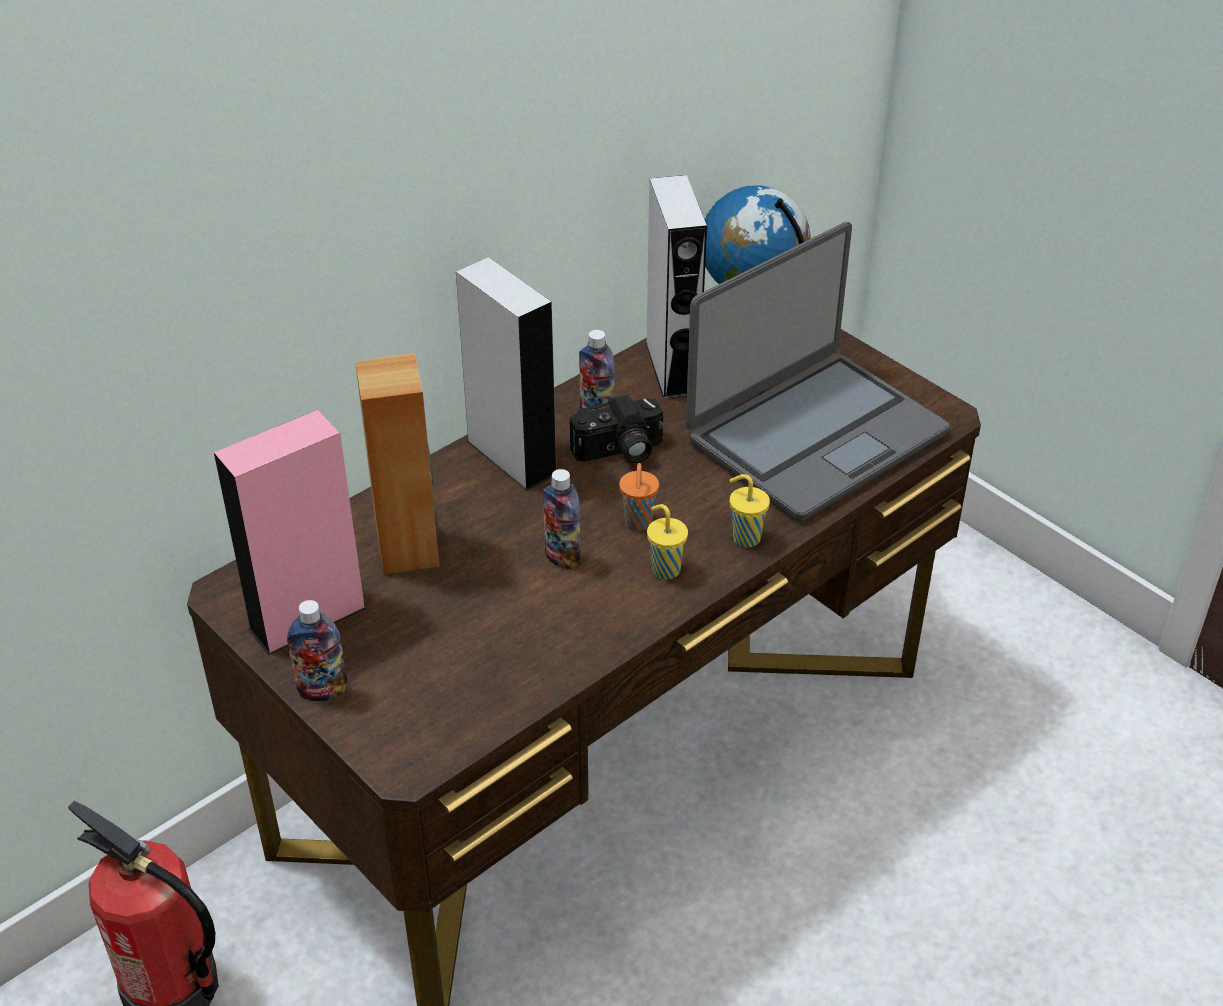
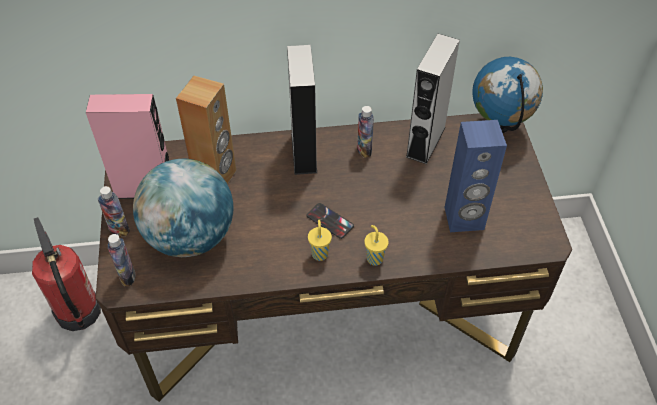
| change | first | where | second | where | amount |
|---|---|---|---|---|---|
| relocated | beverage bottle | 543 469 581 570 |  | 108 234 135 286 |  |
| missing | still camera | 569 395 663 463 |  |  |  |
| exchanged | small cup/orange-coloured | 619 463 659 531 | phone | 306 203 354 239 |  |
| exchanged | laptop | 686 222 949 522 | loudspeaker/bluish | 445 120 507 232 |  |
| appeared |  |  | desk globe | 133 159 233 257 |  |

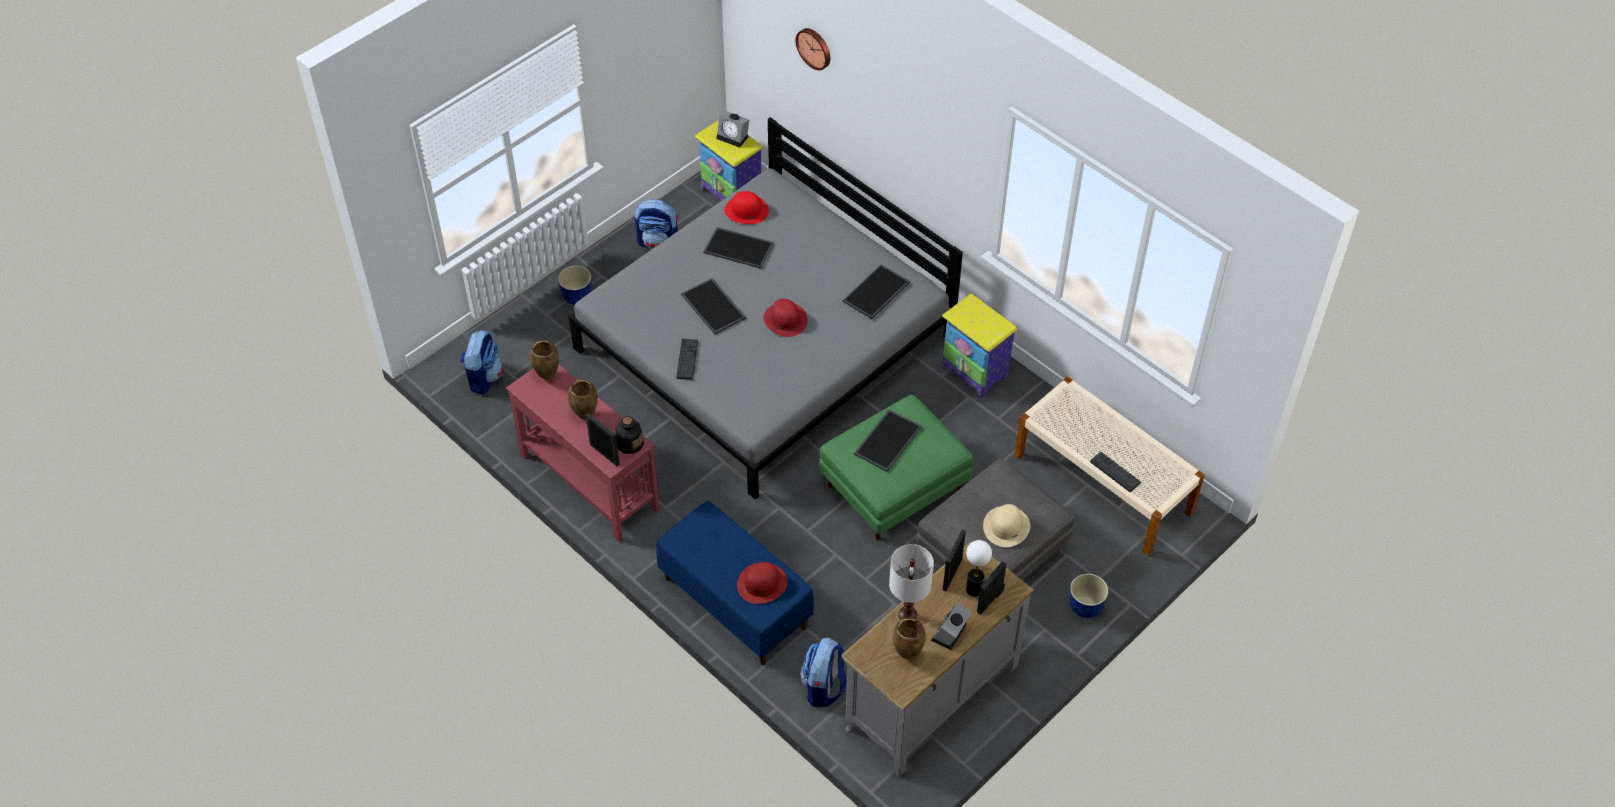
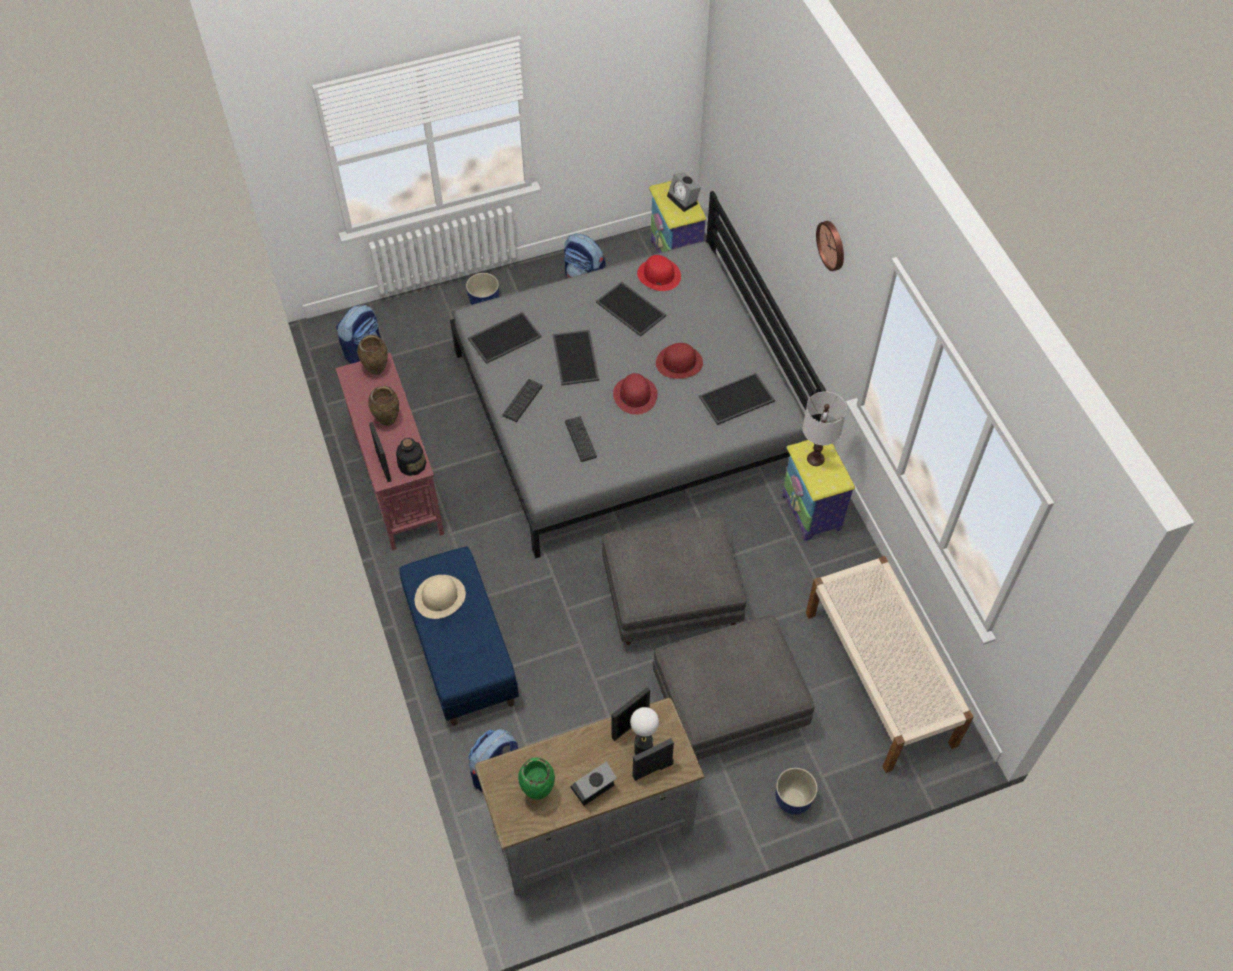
| change | first | where | second | where | amount |
|---|---|---|---|---|---|
| relocated | wearable hat/red | 737 562 788 604 |  | 656 343 703 379 |  |
| relocated | clock on the wall | 795 28 830 70 |  | 816 221 844 271 |  |
| colour | footrest/green | 819 395 973 540 | footrest/grey | 602 515 746 645 |  |
| relocated | serving tray | 854 409 922 472 |  | 468 312 542 364 |  |
| relocated | lamp for a table/white | 889 544 934 620 |  | 803 391 847 466 |  |
| colour | decorative vase/brown-coloured | 893 617 926 659 | decorative vase/green | 518 757 555 800 |  |
| relocated | wearable hat/beige | 983 504 1030 547 |  | 415 575 466 619 |  |
| relocated | computer keyboard | 1090 452 1141 492 |  | 565 416 597 462 |  |

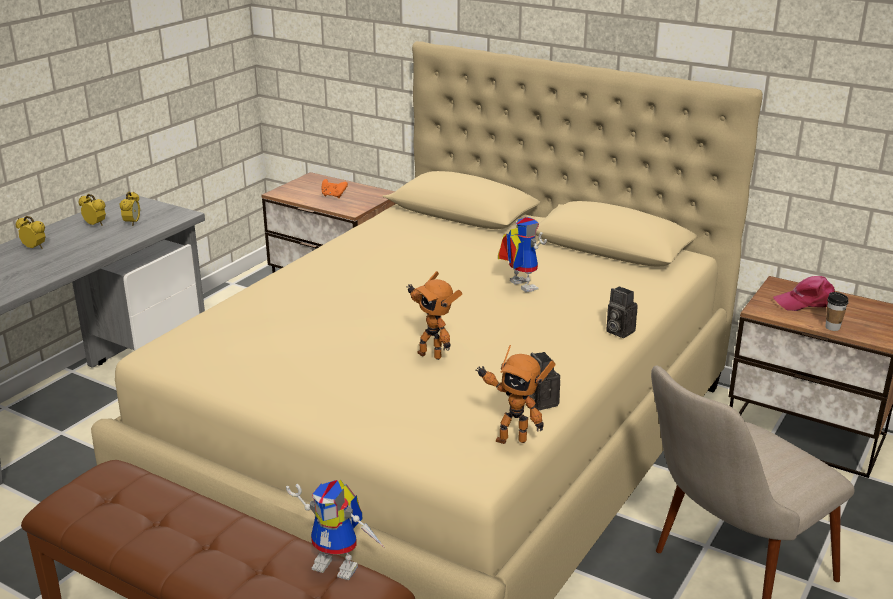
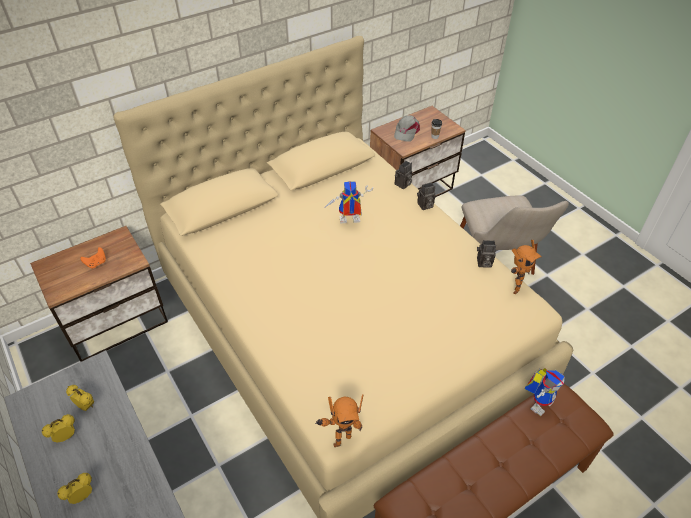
| change | first | where | second | where | amount |
|---|---|---|---|---|---|
| relocated | model robot | 407 271 462 360 |  | 315 394 364 447 |  |
| colour | baseball cap/pinkish | 773 276 835 311 | baseball cap/grey | 394 115 420 142 |  |
| appeared |  |  | still camera | 395 161 412 189 |  |

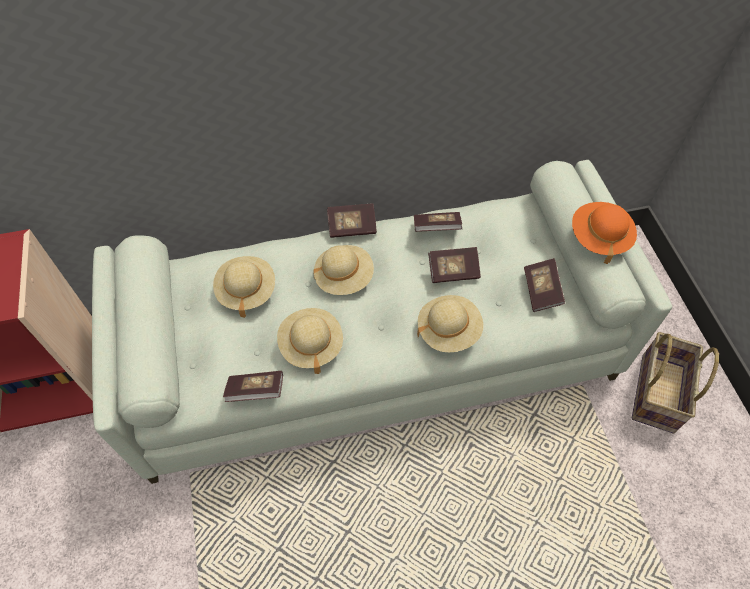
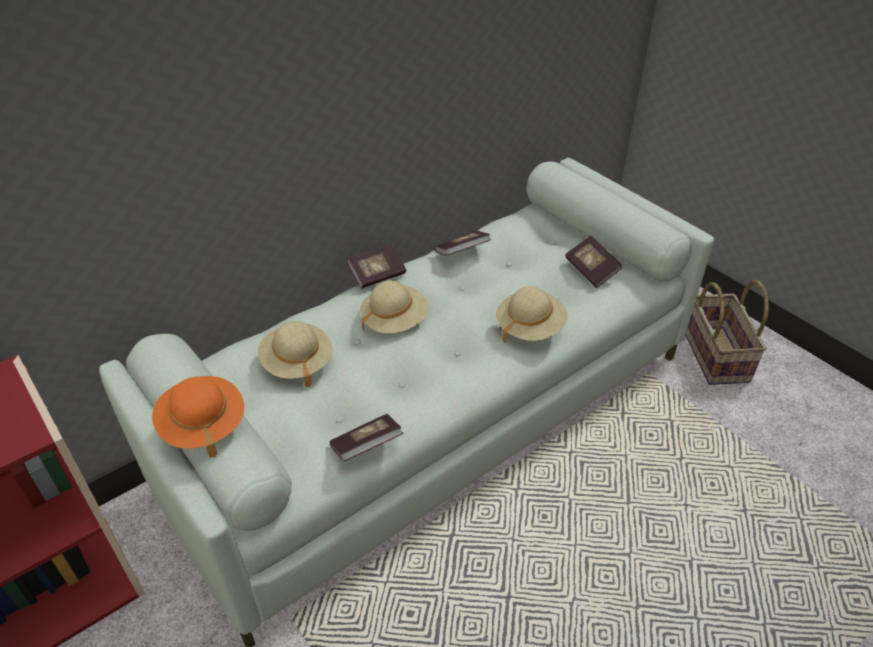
| change | first | where | second | where | amount |
|---|---|---|---|---|---|
| missing | wearable hat/beige | 277 308 343 374 |  |  |  |
| missing | book | 428 247 481 283 |  |  |  |
| relocated | wearable hat/orange-coloured | 572 202 637 264 |  | 152 376 244 457 |  |

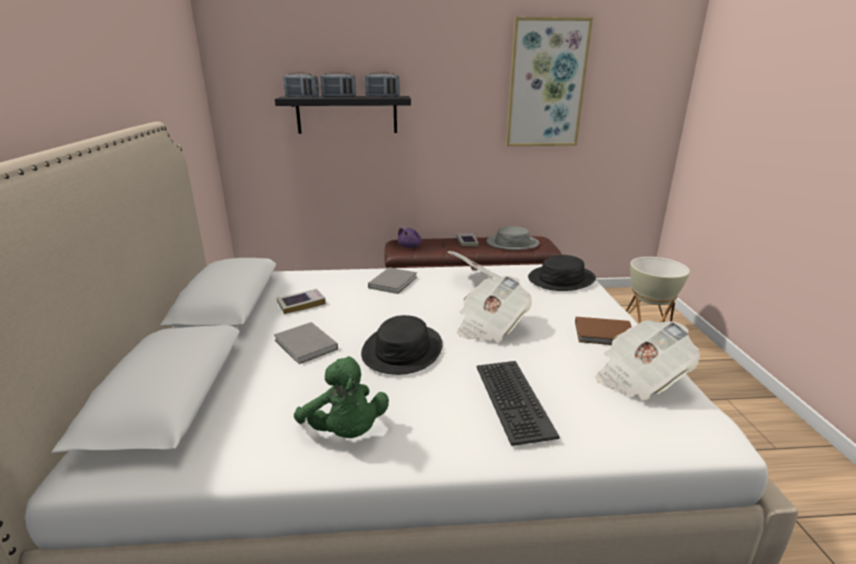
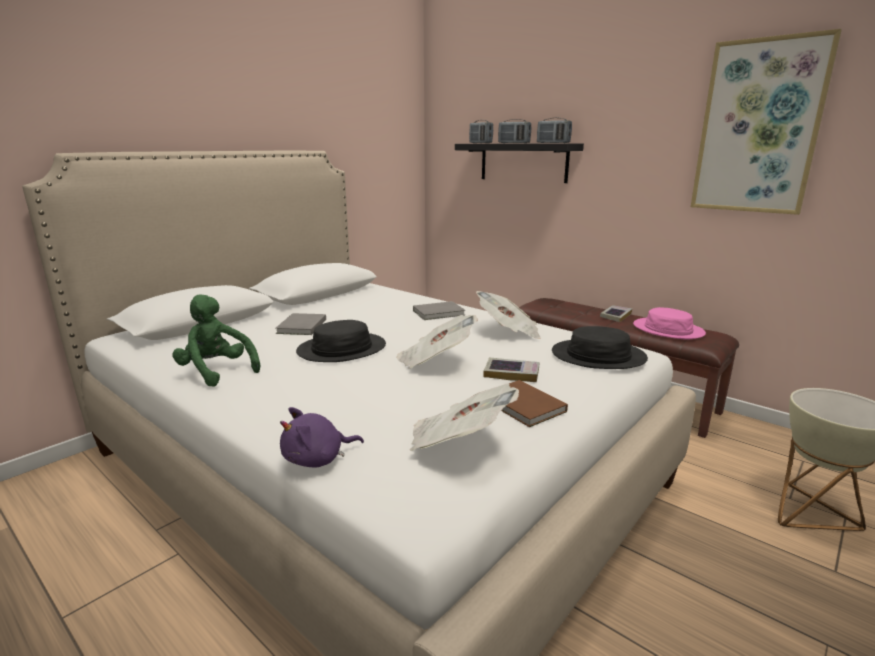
| change | first | where | second | where | amount |
|---|---|---|---|---|---|
| relocated | book | 277 289 326 314 |  | 483 357 539 382 |  |
| spun | soft toy/green | 294 356 389 438 |  | 172 294 260 387 | 120 degrees clockwise |
| relocated | soft toy/purplish | 398 228 422 248 |  | 280 407 364 467 |  |
| missing | computer keyboard | 477 361 560 446 |  |  |  |
| colour | wearable hat/grey | 486 226 539 250 | wearable hat/pinkish | 633 307 706 339 |  |

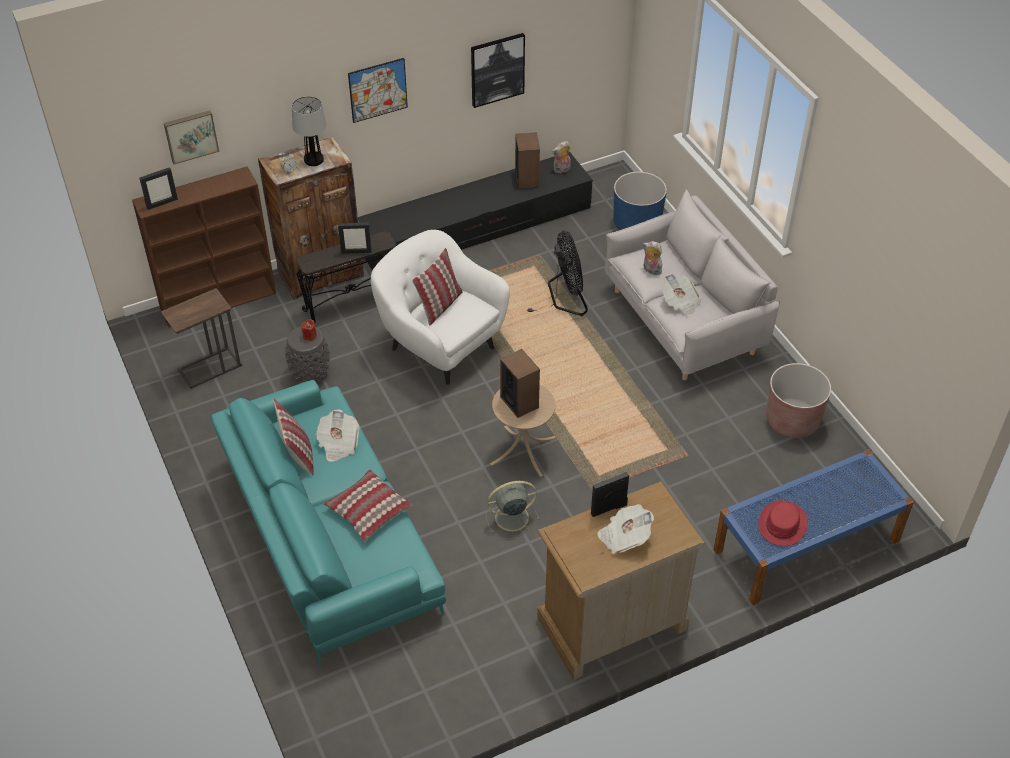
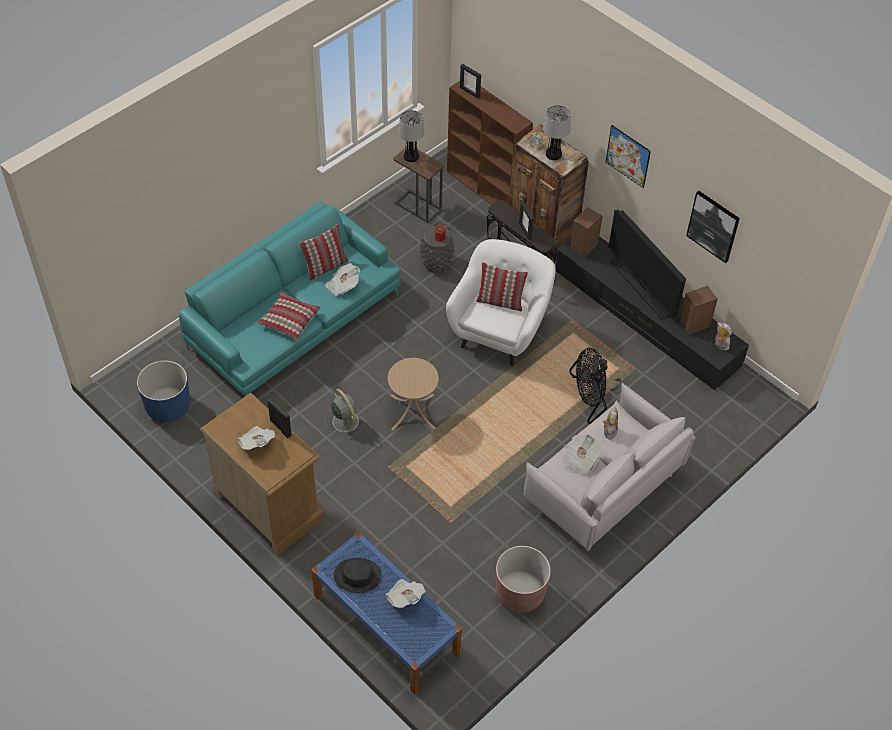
| change | first | where | second | where | amount |
|---|---|---|---|---|---|
| missing | picture | 164 111 219 164 |  |  |  |
| relocated | loudspeaker | 500 349 540 418 |  | 569 207 602 258 |  |
| spun | fan/blackish | 526 231 588 317 |  | 569 348 622 425 | 105 degrees clockwise |
| relocated | plant pot/bluish | 614 172 667 230 |  | 137 361 190 422 |  |
| colour | wearable hat/red | 758 500 808 546 | wearable hat/blackish | 334 558 382 593 |  |
| appeared |  |  | newspaper | 385 579 425 608 |  |
| appeared |  |  | lamp for a table | 398 110 424 162 |  |
| appeared |  |  | TV | 609 209 686 319 |  |

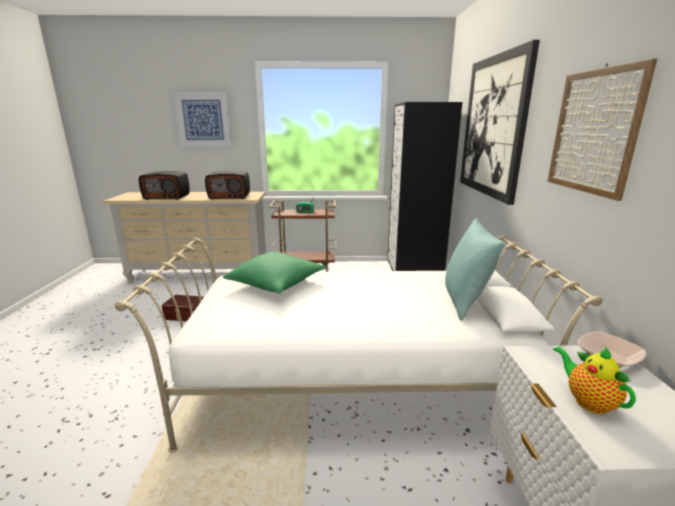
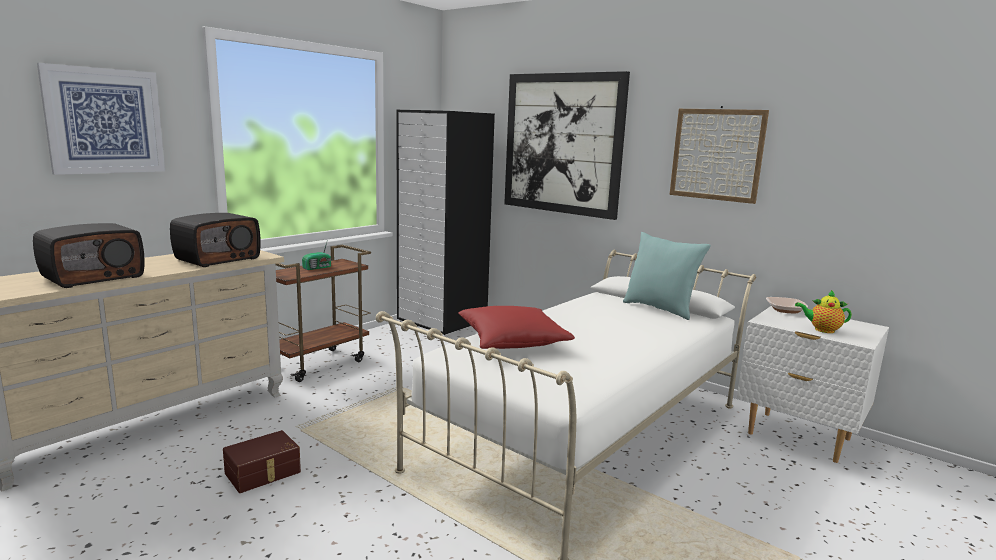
| change | first | where | second | where | amount |
|---|---|---|---|---|---|
| colour | cushion/green | 223 252 326 293 | cushion/red | 458 306 575 349 |  |

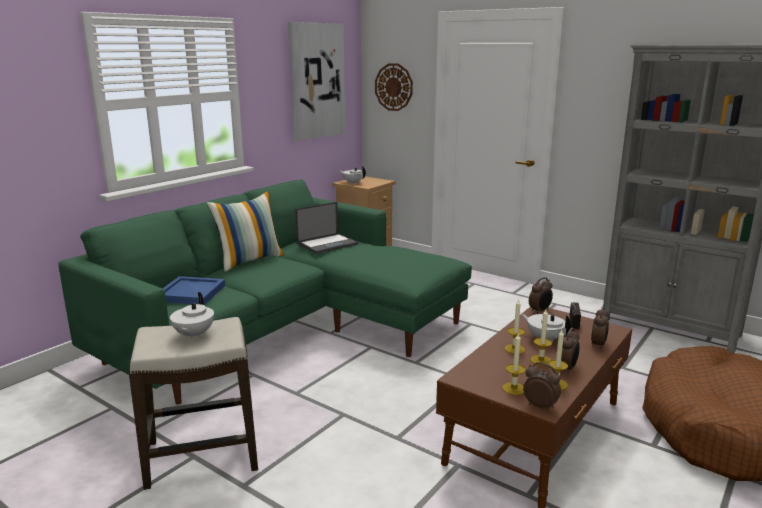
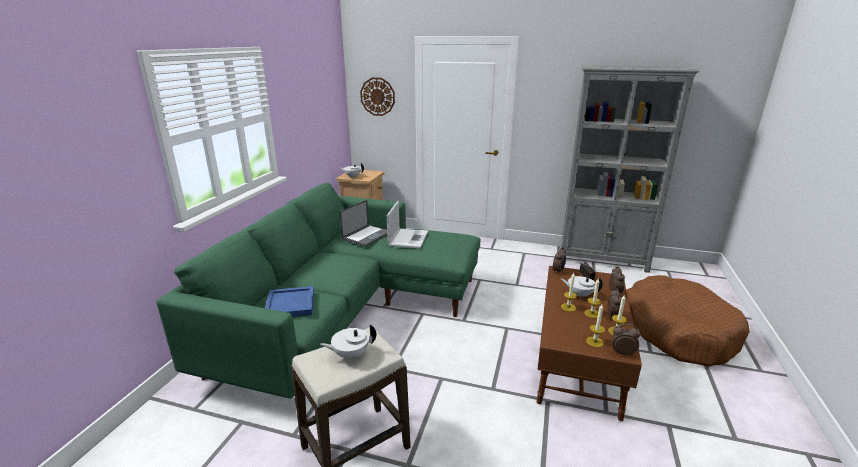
| change | first | where | second | where | amount |
|---|---|---|---|---|---|
| spun | tea pot/white | 170 292 214 340 |  | 320 324 376 361 | 90 degrees clockwise |
| missing | cushion | 207 191 284 272 |  |  |  |
| missing | picture | 288 22 346 142 |  |  |  |
| appeared |  |  | laptop | 387 201 428 249 |  |

